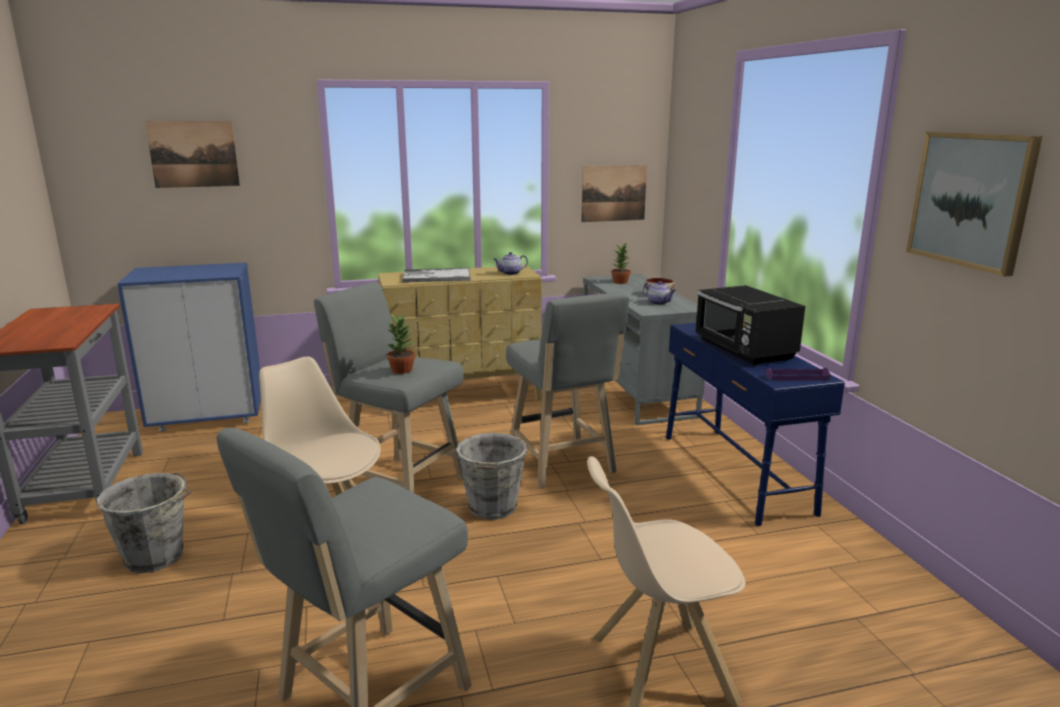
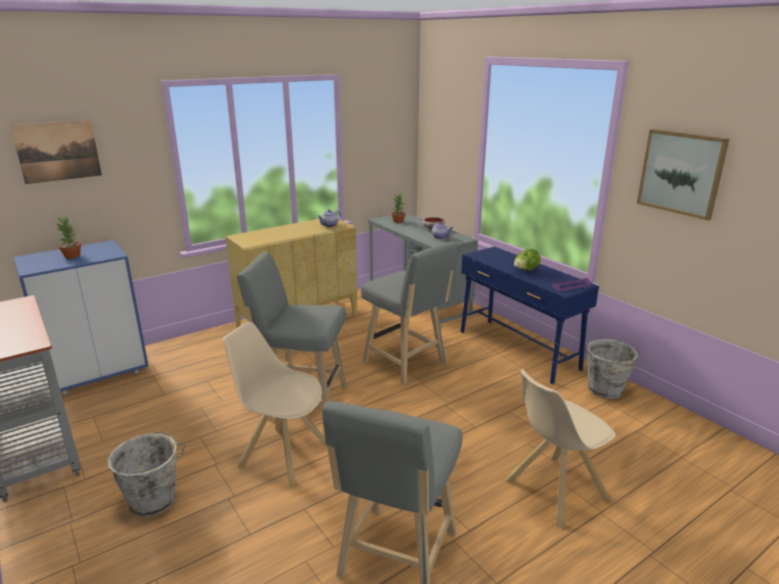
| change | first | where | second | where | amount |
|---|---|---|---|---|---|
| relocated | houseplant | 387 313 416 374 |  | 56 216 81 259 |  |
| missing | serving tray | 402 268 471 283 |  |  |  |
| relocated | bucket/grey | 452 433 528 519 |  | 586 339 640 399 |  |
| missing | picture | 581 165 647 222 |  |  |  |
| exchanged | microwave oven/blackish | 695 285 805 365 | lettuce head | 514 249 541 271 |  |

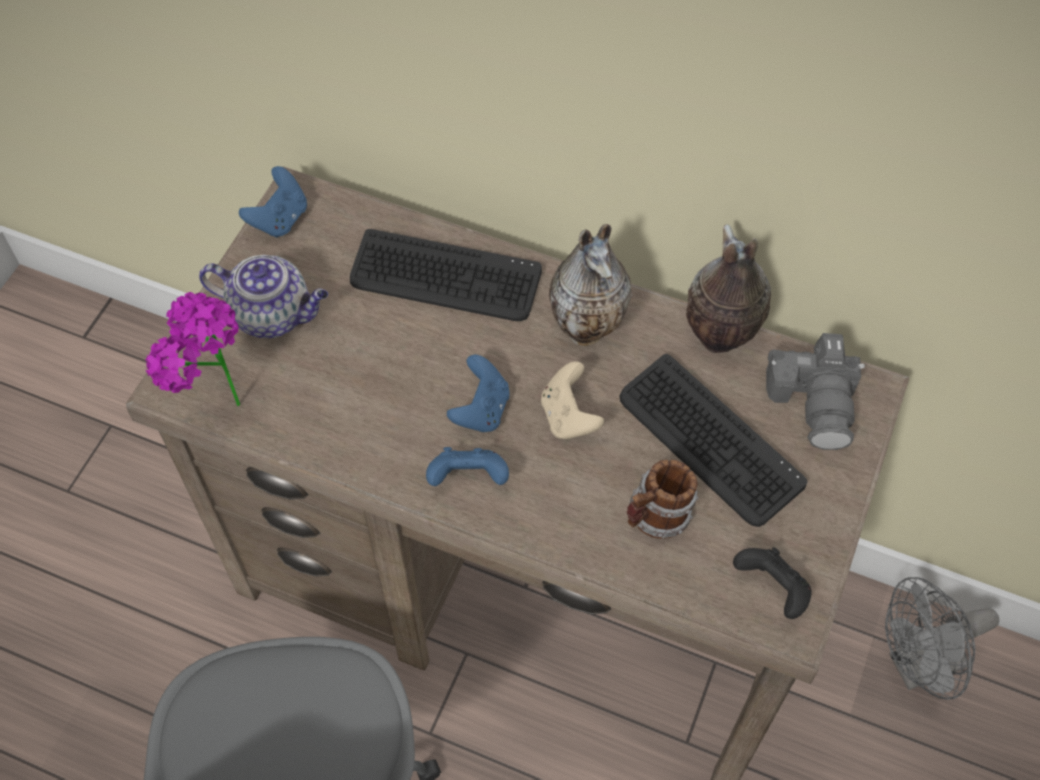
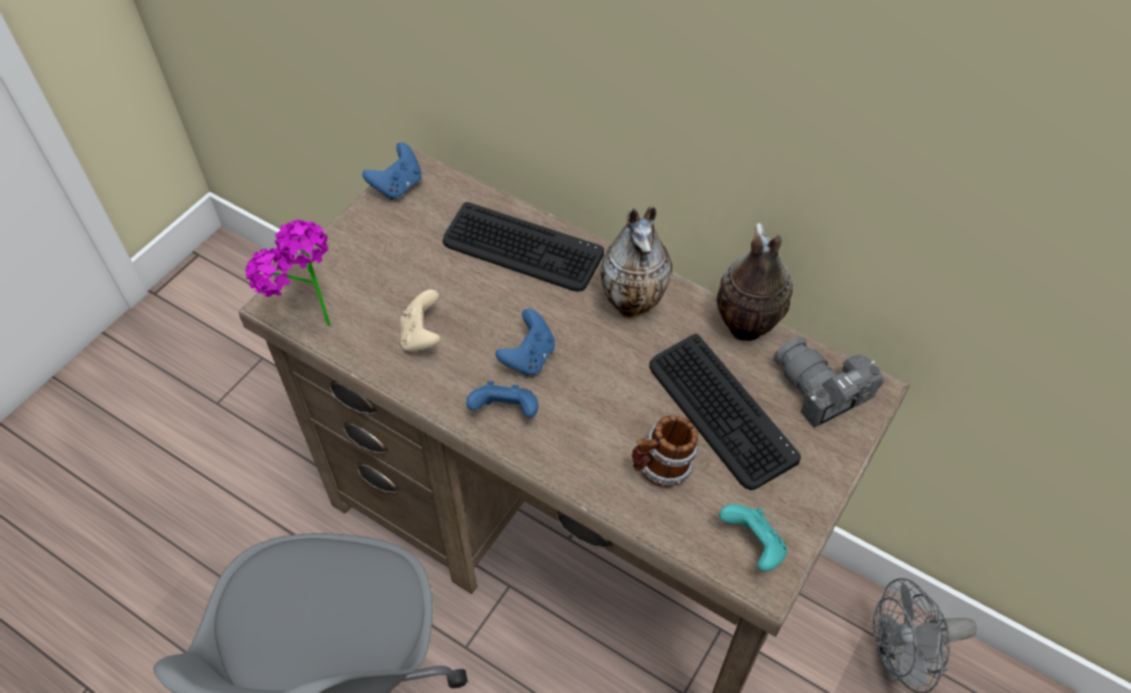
| change | first | where | second | where | amount |
|---|---|---|---|---|---|
| missing | tea pot | 199 255 328 338 |  |  |  |
| relocated | game controller/beige | 541 361 604 439 |  | 400 289 441 353 |  |
| colour | game controller/blackish | 733 547 812 619 | game controller/blue-green | 719 504 787 572 |  |
| spun | still camera | 766 333 865 450 |  | 774 337 884 428 | 135 degrees clockwise |

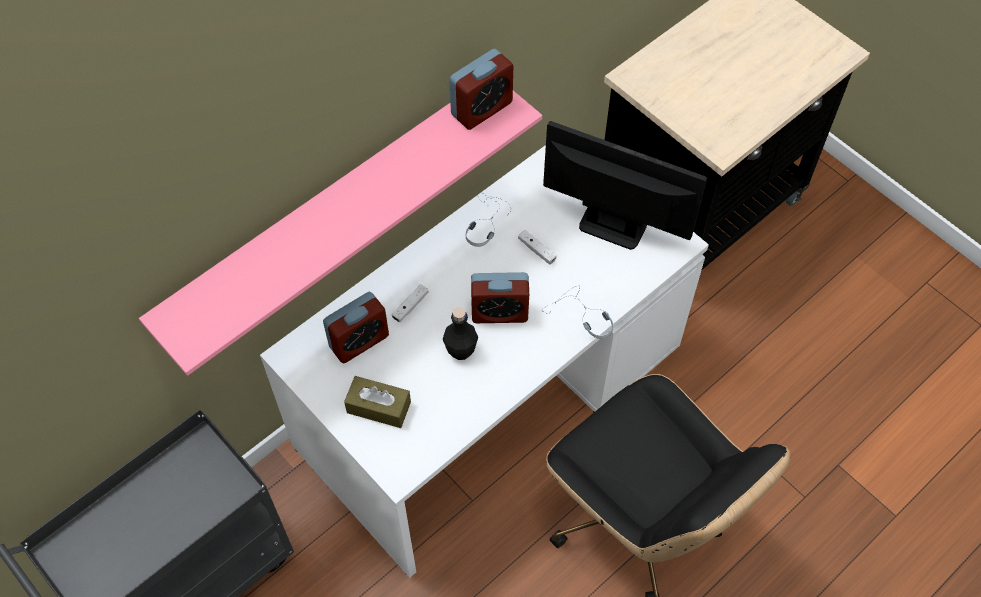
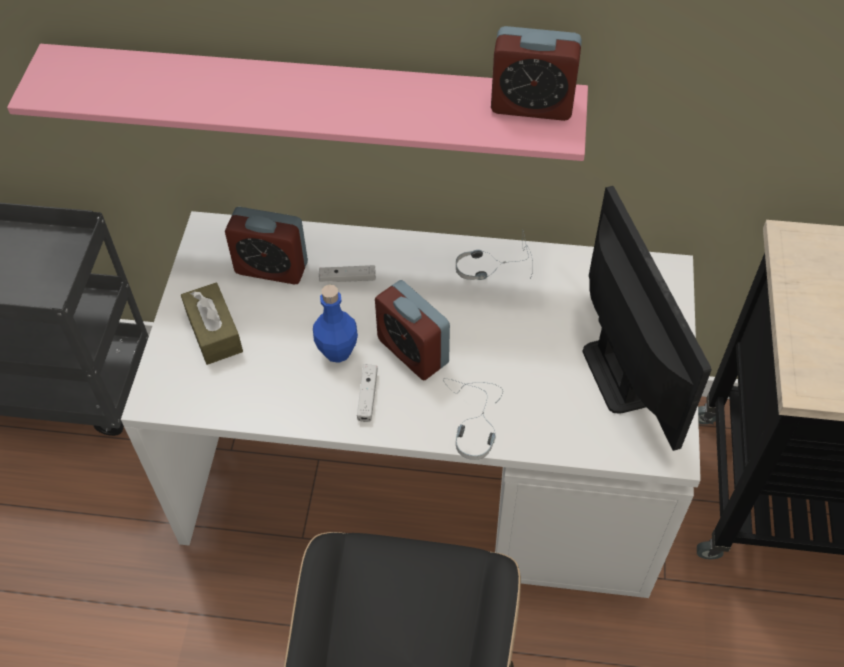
| change | first | where | second | where | amount |
|---|---|---|---|---|---|
| colour | beverage bottle/blackish | 443 307 478 360 | beverage bottle/bluish | 313 285 358 363 |  |
| relocated | game controller/white | 518 230 557 265 |  | 357 365 378 422 |  |

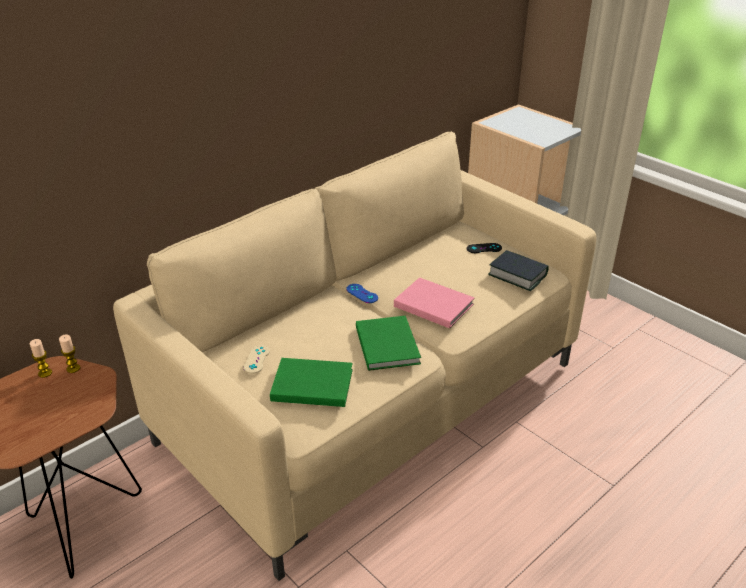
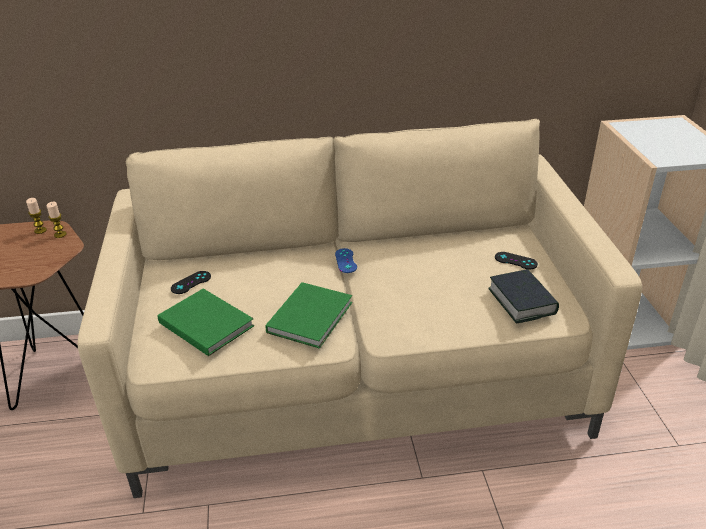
| change | first | where | second | where | amount |
|---|---|---|---|---|---|
| colour | game controller/beige | 243 345 270 374 | game controller/blackish | 171 271 211 294 |  |
| missing | book/pinkish | 394 277 474 328 |  |  |  |

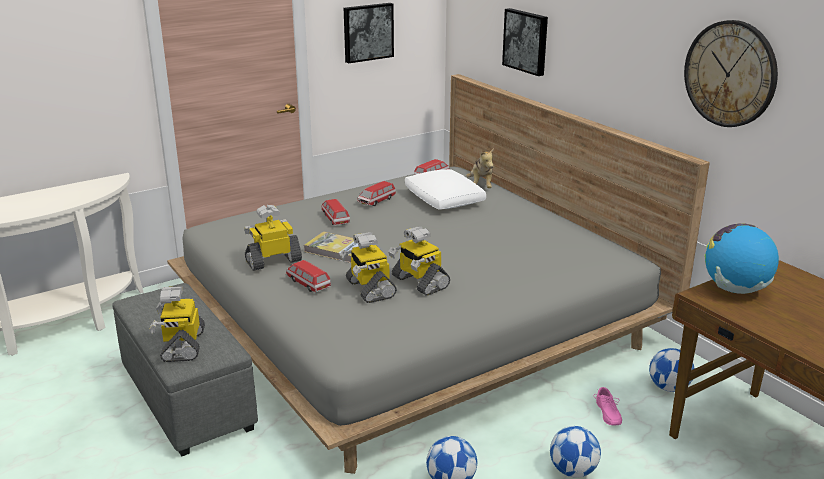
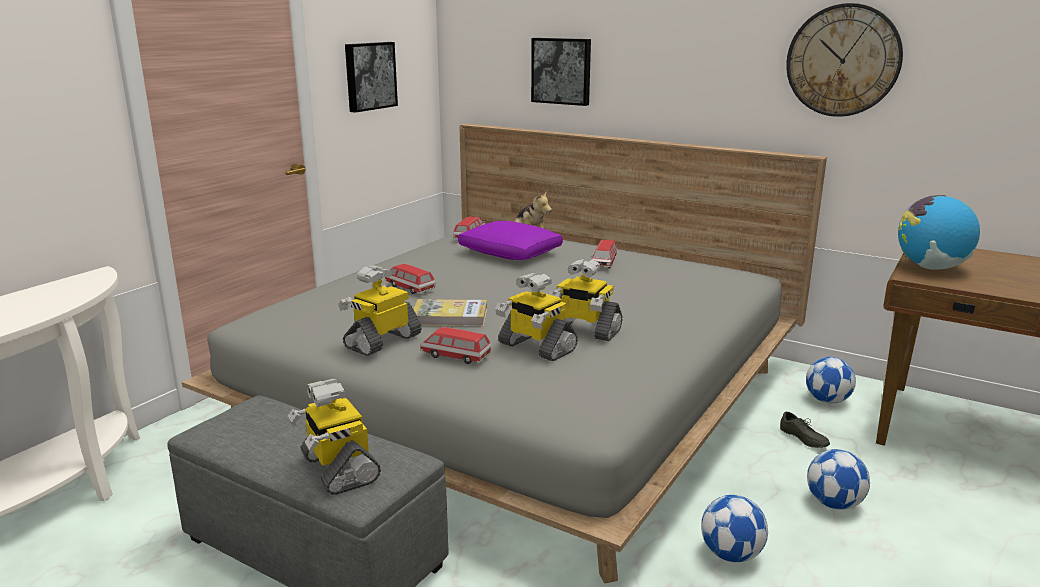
| change | first | where | second | where | amount |
|---|---|---|---|---|---|
| relocated | toy car | 357 181 396 206 |  | 590 240 617 269 |  |
| colour | cushion/white | 405 169 486 210 | cushion/purplish | 458 221 563 260 |  |
| colour | shoe/pinkish | 594 387 622 425 | shoe/grey | 780 412 830 448 |  |

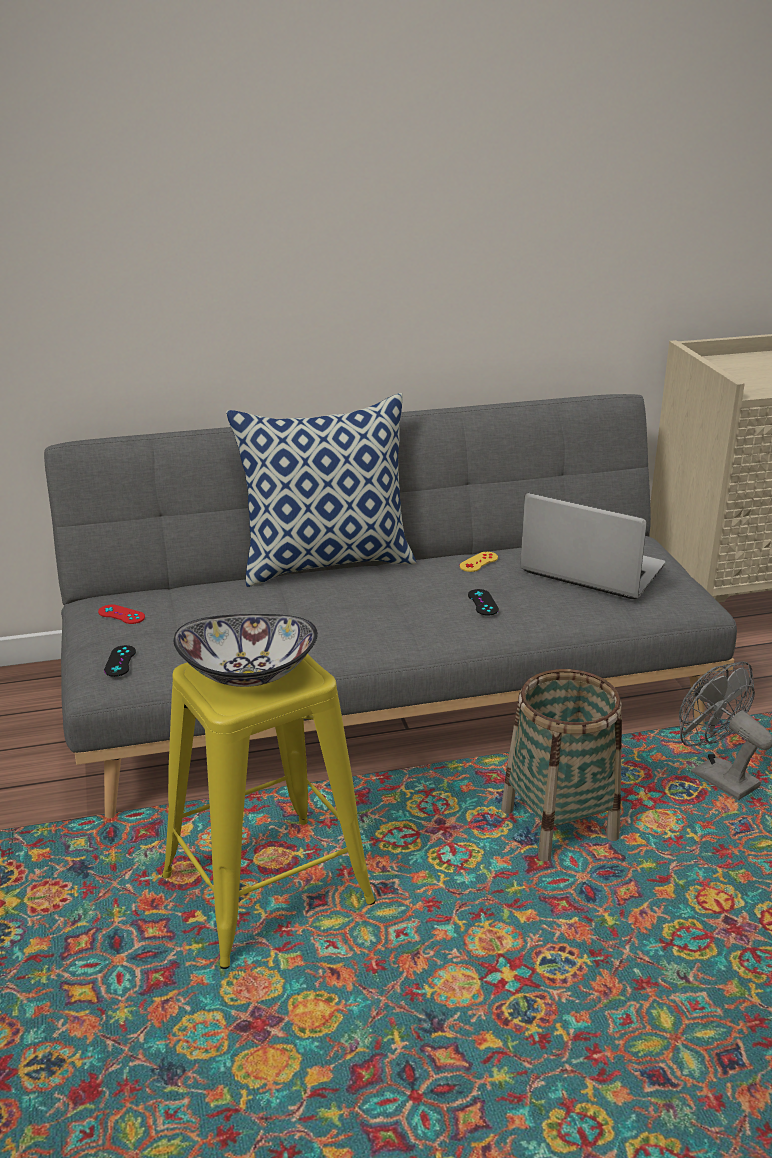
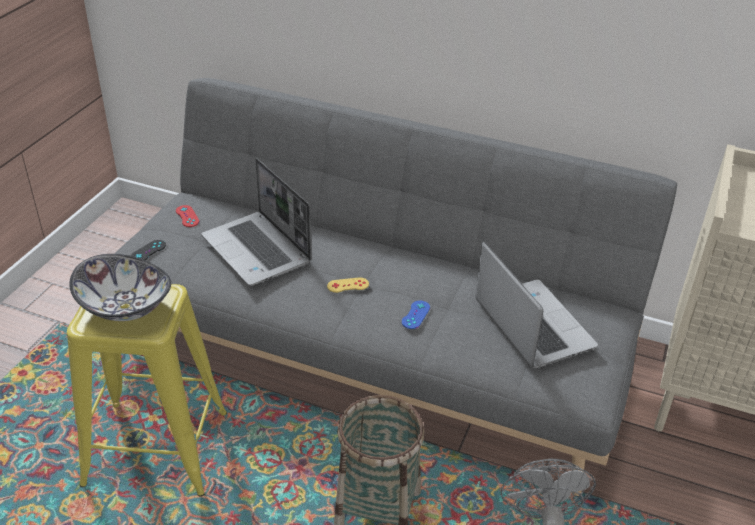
| change | first | where | second | where | amount |
|---|---|---|---|---|---|
| missing | cushion | 226 393 417 587 |  |  |  |
| relocated | game controller/yellow-coloured | 459 552 498 572 |  | 327 277 369 293 |  |
| colour | game controller/blackish | 468 589 499 616 | game controller/bluish | 402 300 430 329 |  |
| appeared |  |  | laptop | 201 158 311 286 |  |

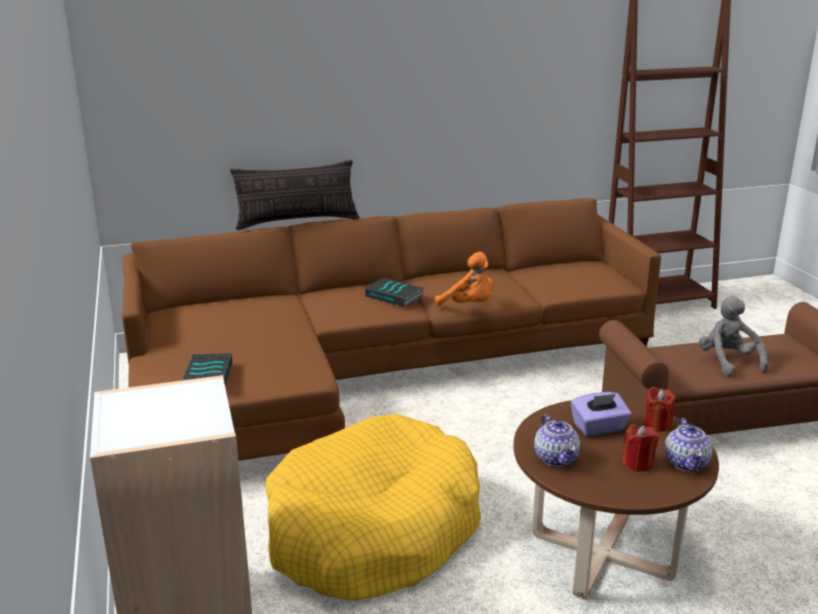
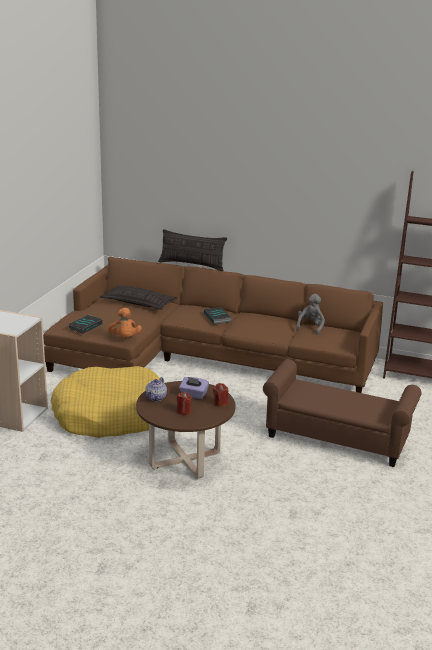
| change | first | where | second | where | amount |
|---|---|---|---|---|---|
| relocated | soft toy/orange-coloured | 435 252 494 306 |  | 108 308 142 337 |  |
| missing | tea pot | 665 418 712 472 |  |  |  |
| relocated | soft toy/grey | 699 296 768 376 |  | 296 294 325 335 |  |
| appeared |  |  | cushion | 100 286 177 310 |  |

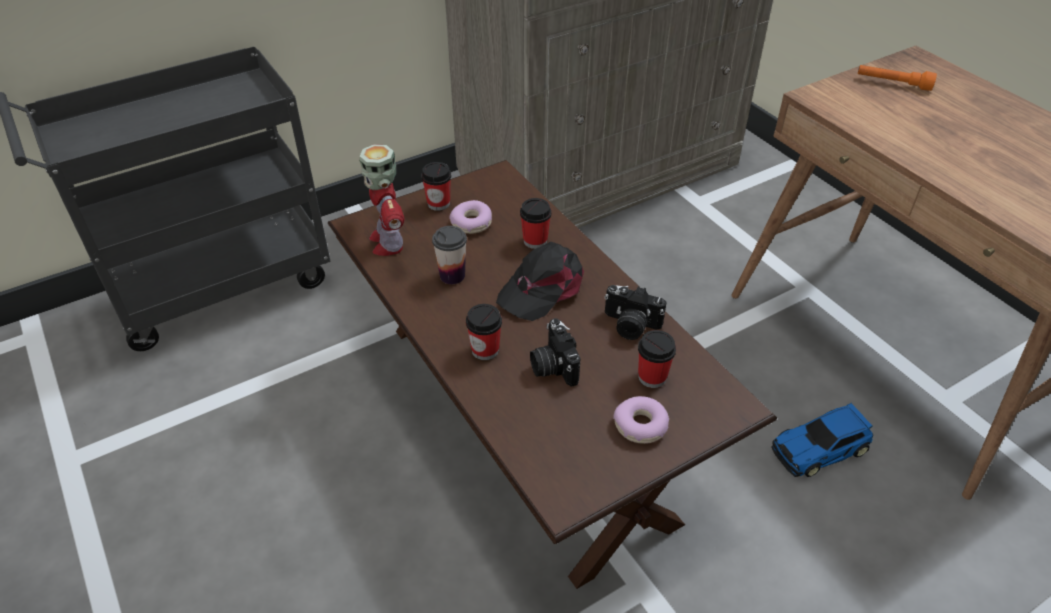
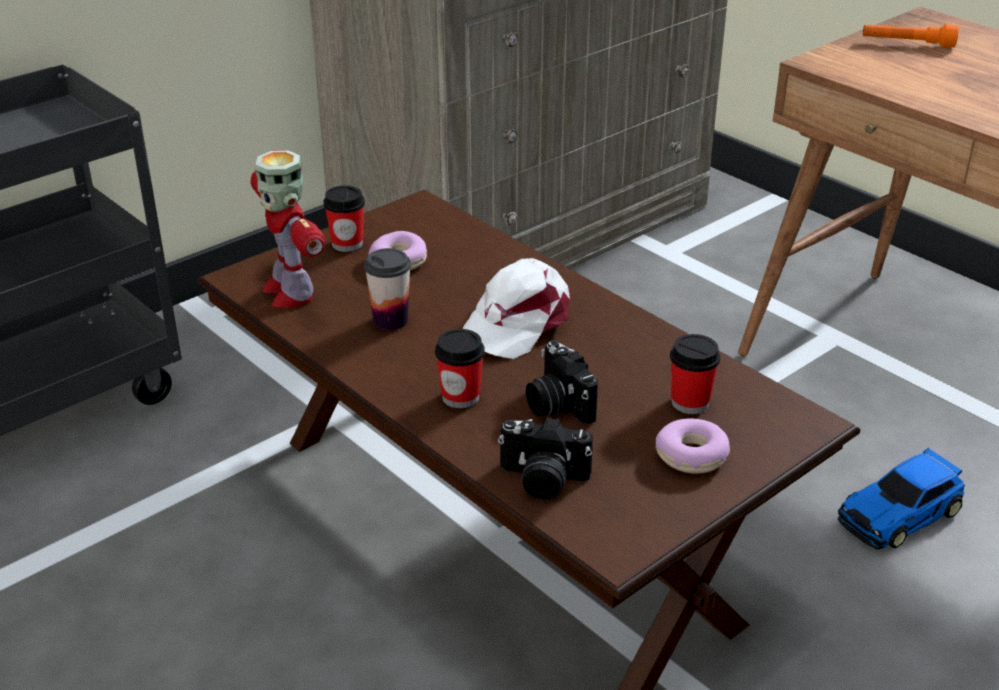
| change | first | where | second | where | amount |
|---|---|---|---|---|---|
| colour | baseball cap/blackish | 496 241 584 321 | baseball cap/white | 462 258 570 359 |  |
| missing | small cup | 520 198 552 249 |  |  |  |
| relocated | still camera | 604 285 667 340 |  | 498 417 593 500 |  |

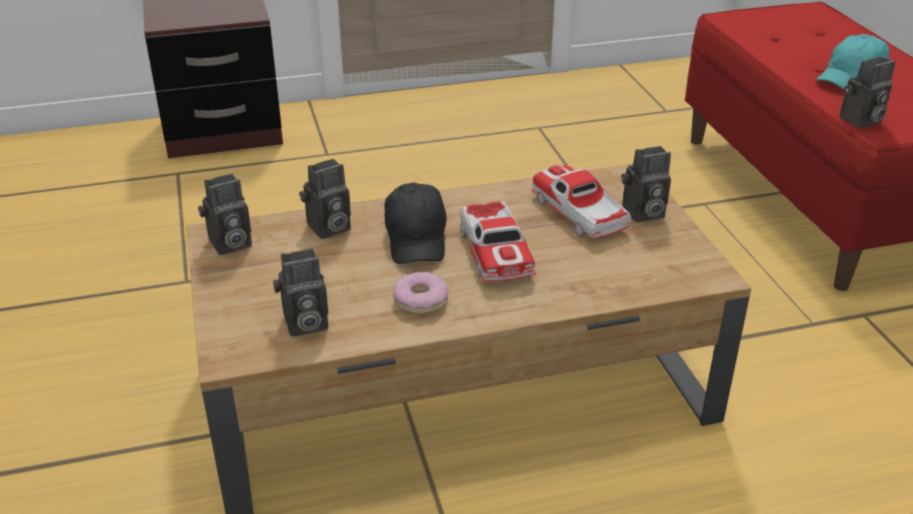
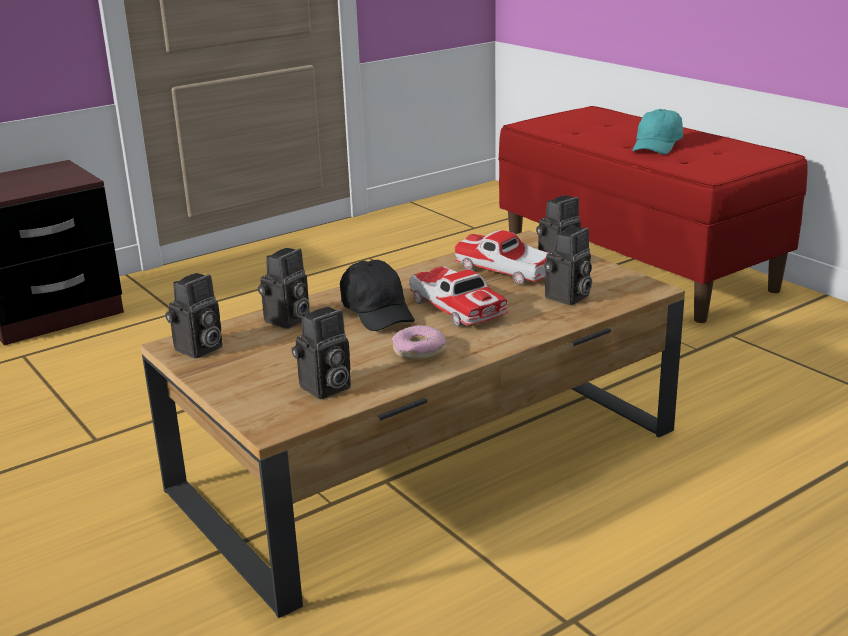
| change | first | where | second | where | amount |
|---|---|---|---|---|---|
| relocated | still camera | 840 57 895 129 |  | 544 227 592 305 |  |

